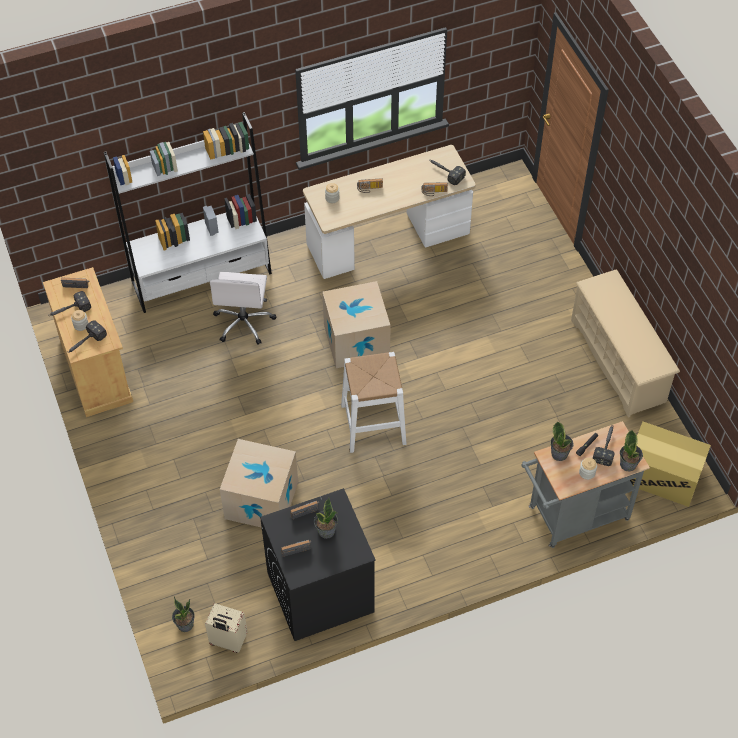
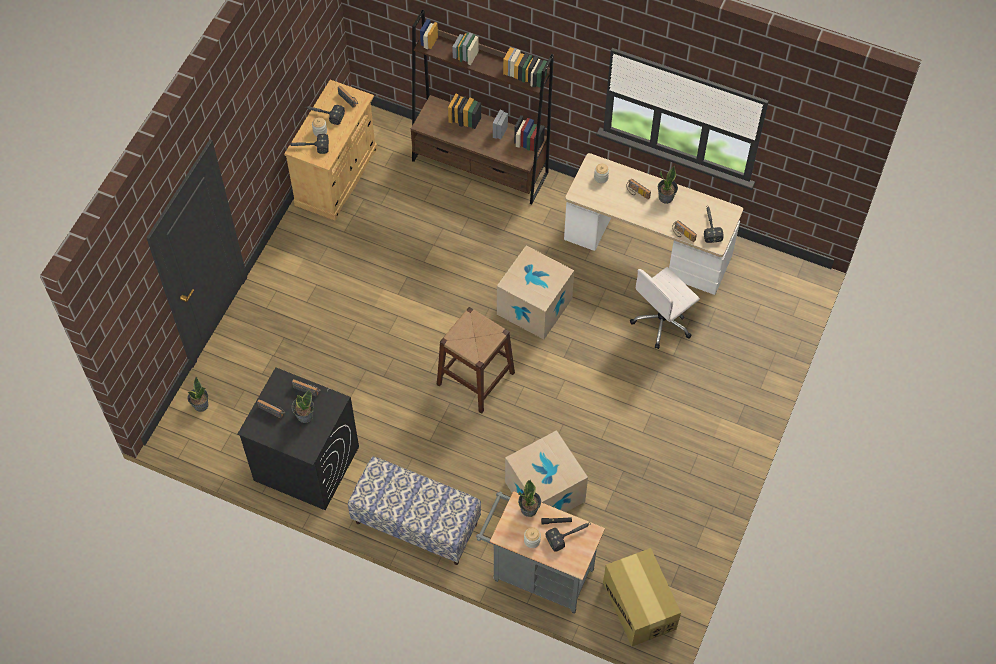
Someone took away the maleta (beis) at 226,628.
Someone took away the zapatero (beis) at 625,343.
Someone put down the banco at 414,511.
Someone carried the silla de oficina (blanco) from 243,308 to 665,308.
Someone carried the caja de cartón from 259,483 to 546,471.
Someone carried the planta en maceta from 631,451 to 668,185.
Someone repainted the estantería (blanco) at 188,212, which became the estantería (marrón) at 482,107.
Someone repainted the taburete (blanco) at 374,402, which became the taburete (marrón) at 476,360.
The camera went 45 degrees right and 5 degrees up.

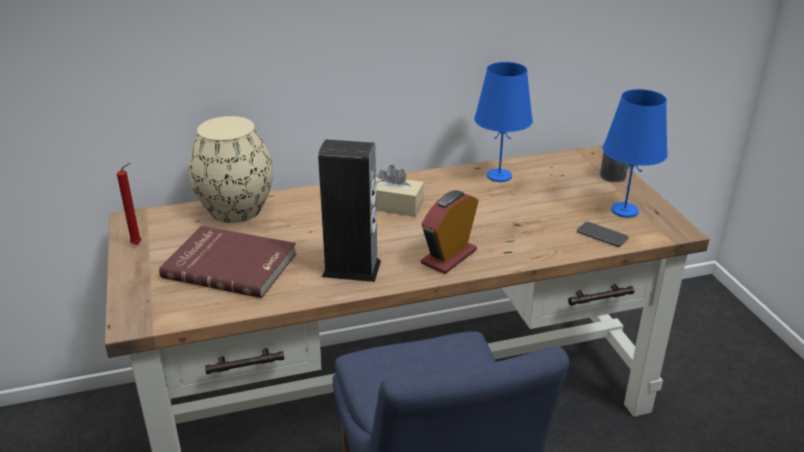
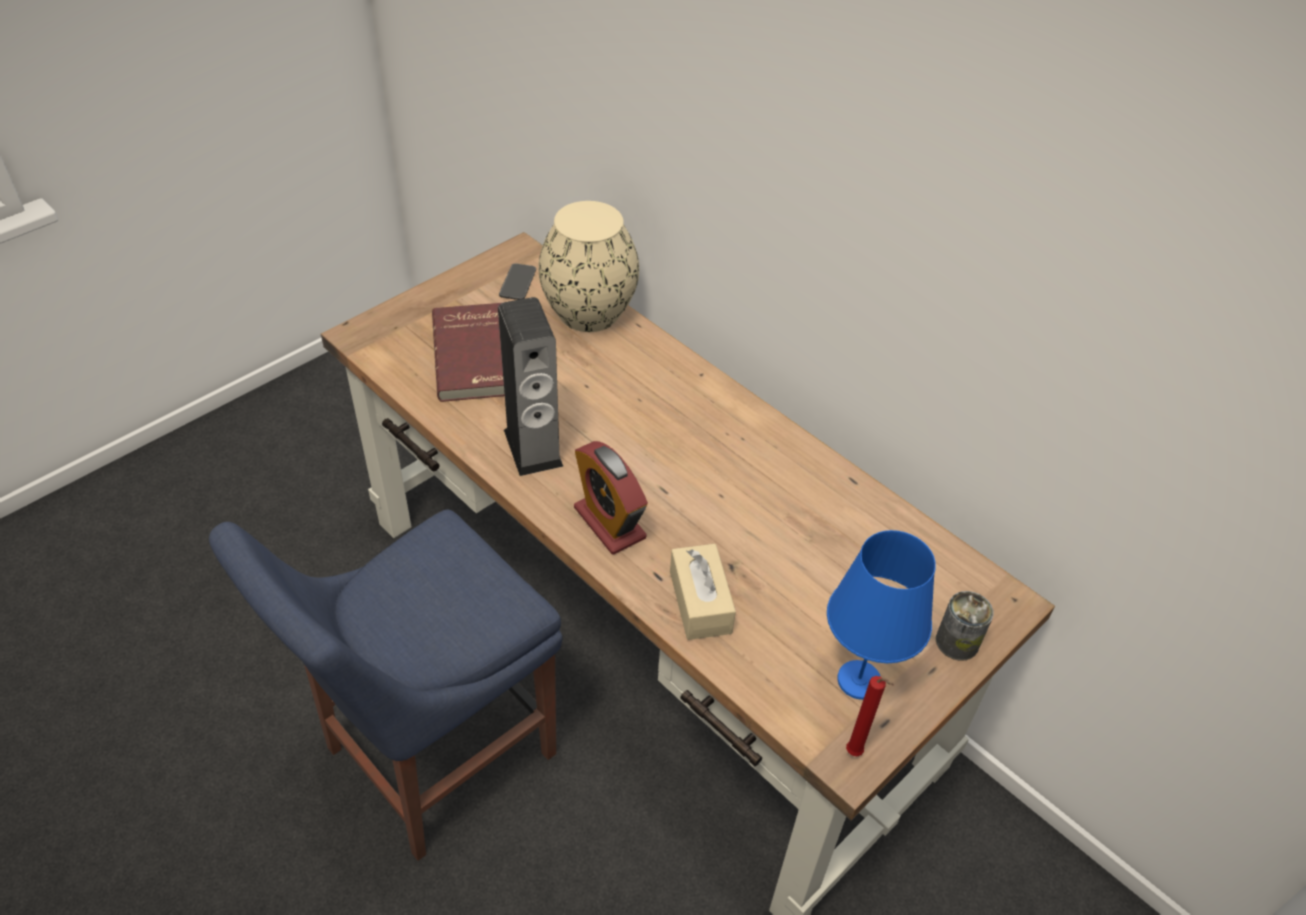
Someone took away the lámpara de mesa (azul) at 503,122.
Someone carried the vela (rojo) from 129,204 to 870,716.
Someone carried the caja de pañuelos (beis) from 400,191 to 703,592.
Someone carried the móvil from 603,234 to 517,281.
Someone rotated the despertador at 450,232 by 135 degrees counterclockwise.
The camera went 60 degrees right and 15 degrees up.

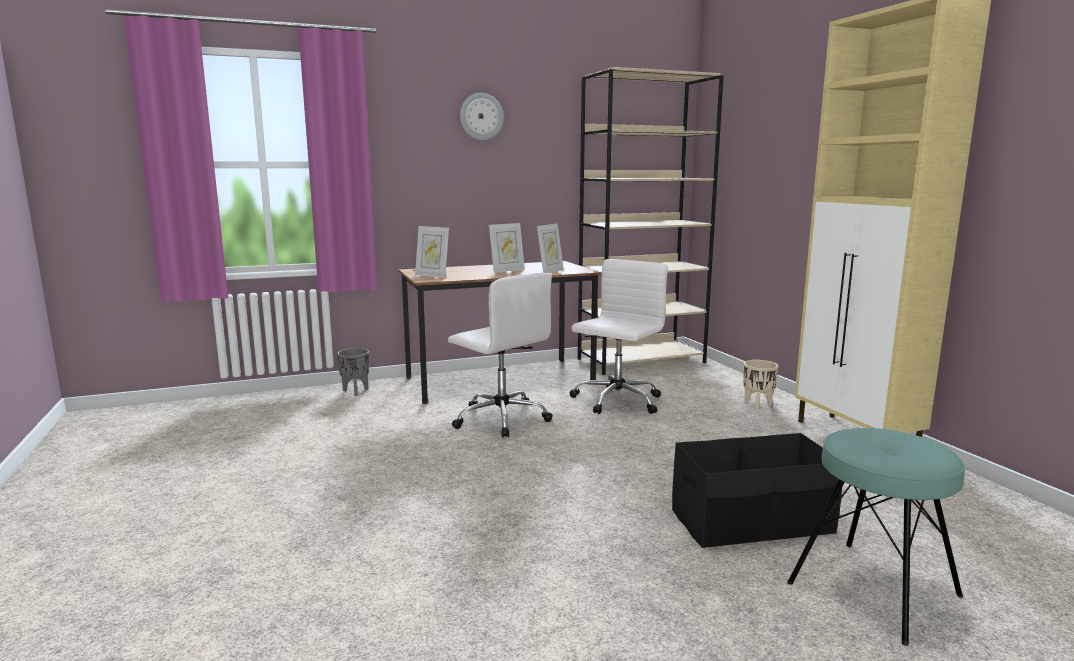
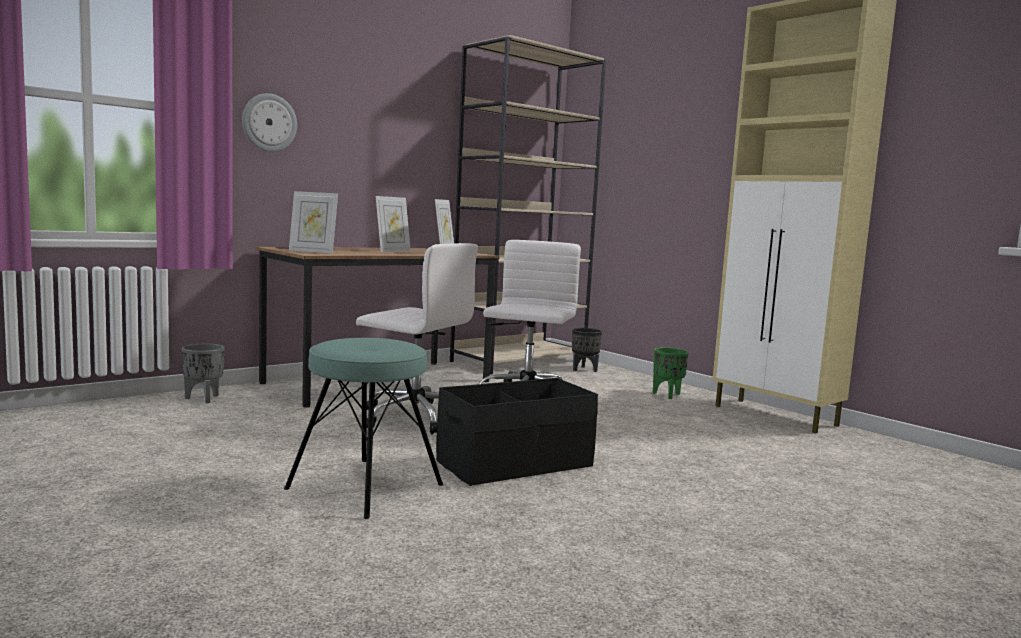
Someone put down the maceta (negro) at 587,350.
Someone carried the reloj de pared from 482,116 to 269,122.
Someone carried the caja de almacenaje (negro) from 757,490 to 517,432.
Someone carried the taburete (turquesa) from 876,537 to 363,428.
Someone repainted the maceta (beis) at 760,385, which became the maceta (verde) at 671,373.
The camera went 20 degrees left and 5 degrees down.

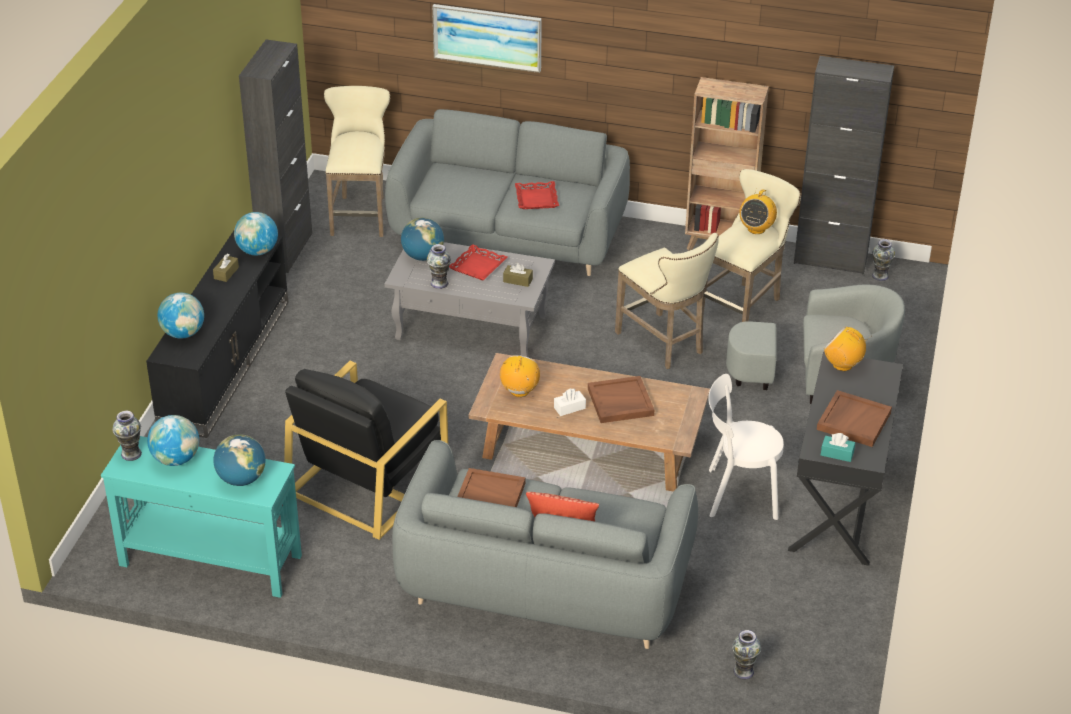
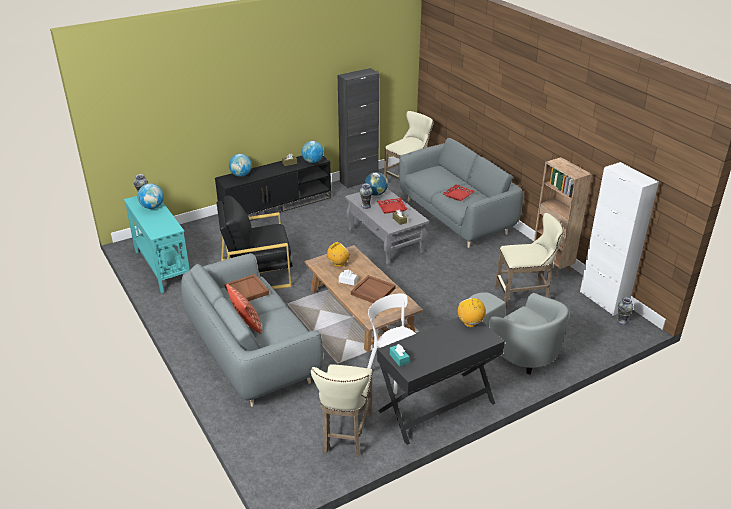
Someone took away the globo terráqueo at 239,460.
Someone took away the cuadro at 487,38.
Someone took away the florero at 746,654.
Someone took away the radio at 758,211.
Someone took away the bandeja (marrón) at 854,418.
Someone carried the taburete (beis) from 667,301 to 342,410.
Someone repainted the armario (negro) at 844,165, which became the armario (blanco) at 619,239.
The camera went 45 degrees right and 5 degrees down.

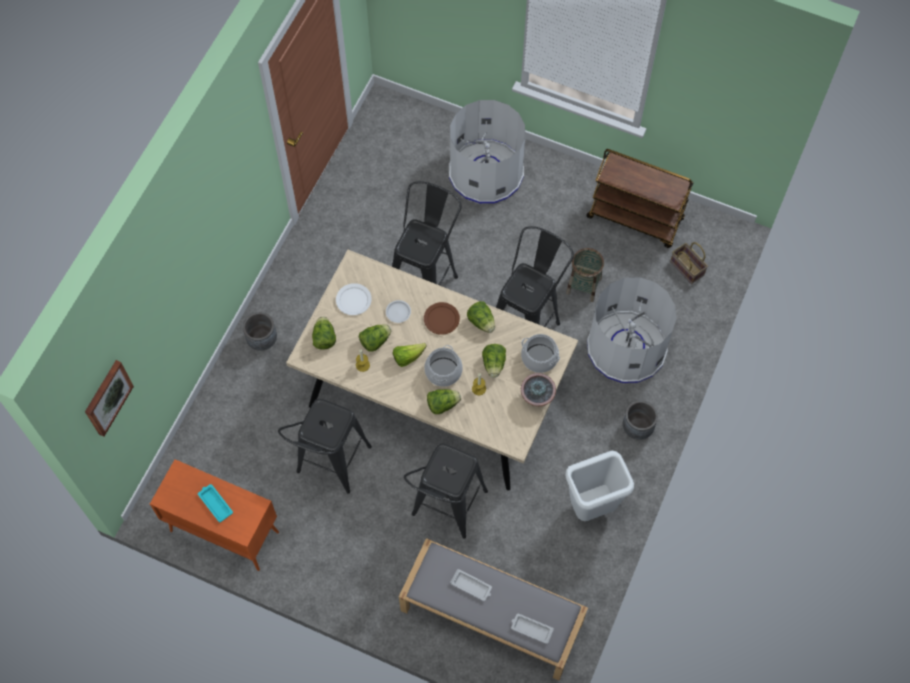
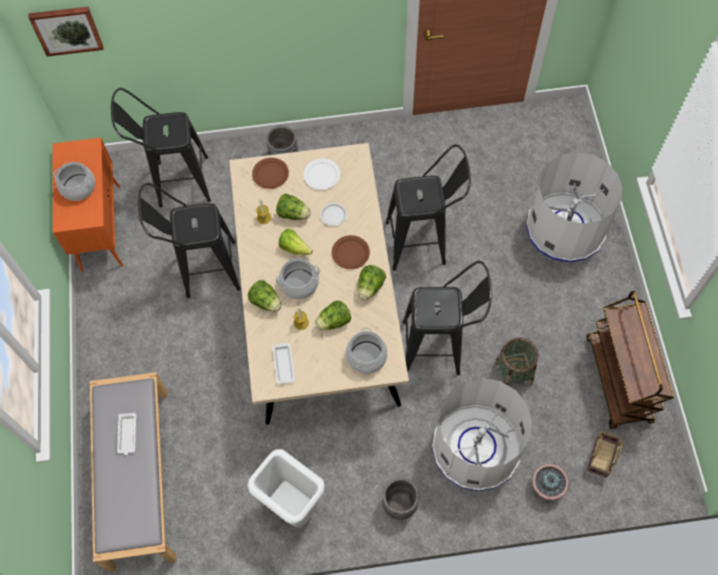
Someone carried the taburete (negro) from 446,490 to 161,147.
Someone carried the bandeja (blanco) from 532,629 to 283,364.
Someone carried the planta en maceta from 538,389 to 550,482.
Someone swapped the bandeja (turquesa) at 215,503 for the olla at 74,181.
Someone swapped the lechuga at 324,333 for the plato (marrón) at 270,173.
The camera went 60 degrees right and 0 degrees up.

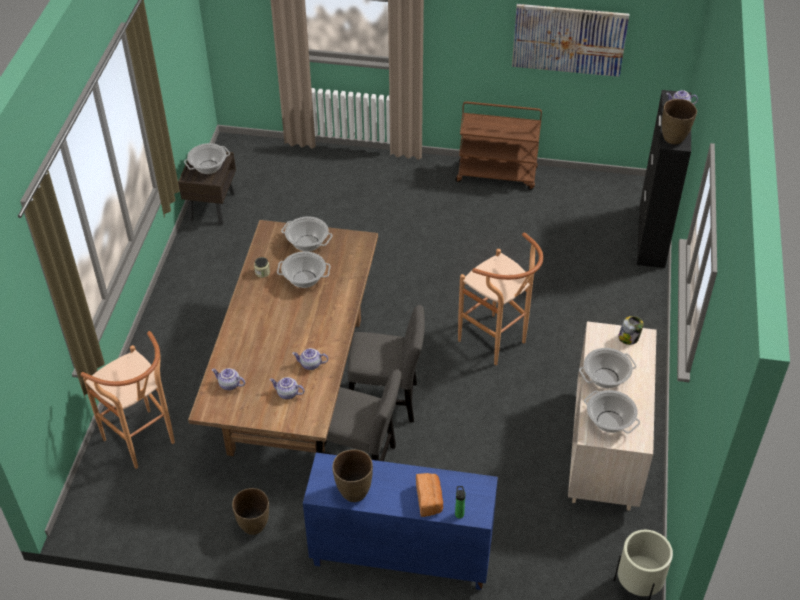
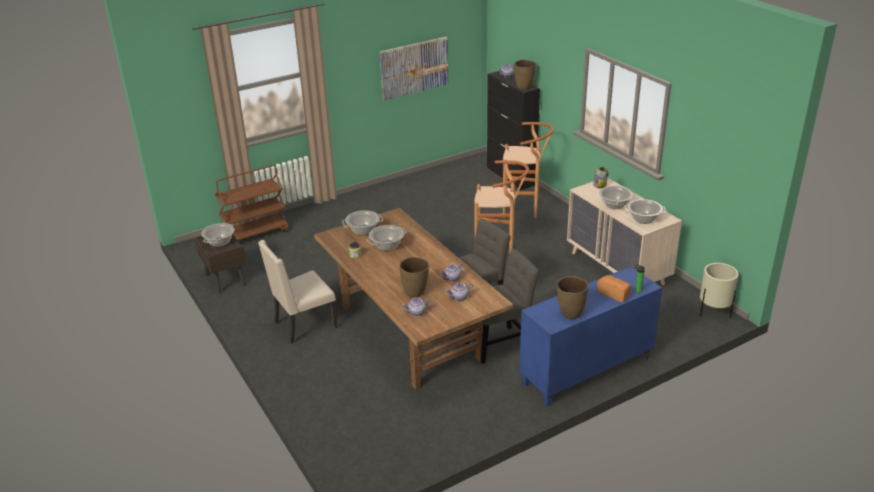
Someone put down the silla (beis) at 297,292.
Someone carried the taburete (marrón) from 128,400 to 528,170.
Someone carried the florero (marrón) from 250,511 to 414,277.
Someone carried the carrito (marrón) from 498,145 to 252,202.
The camera went 40 degrees left and 15 degrees down.

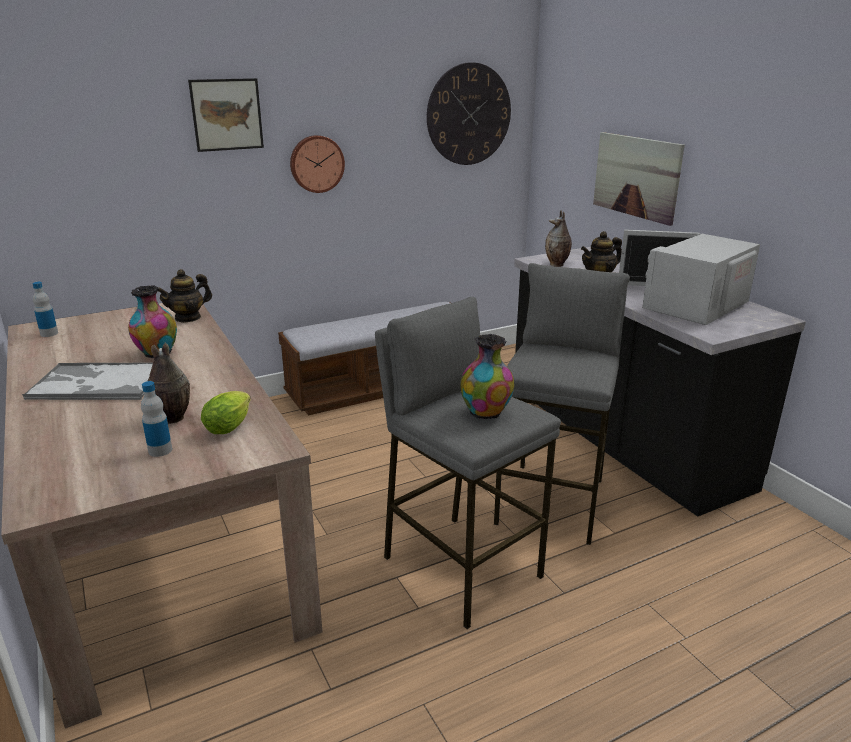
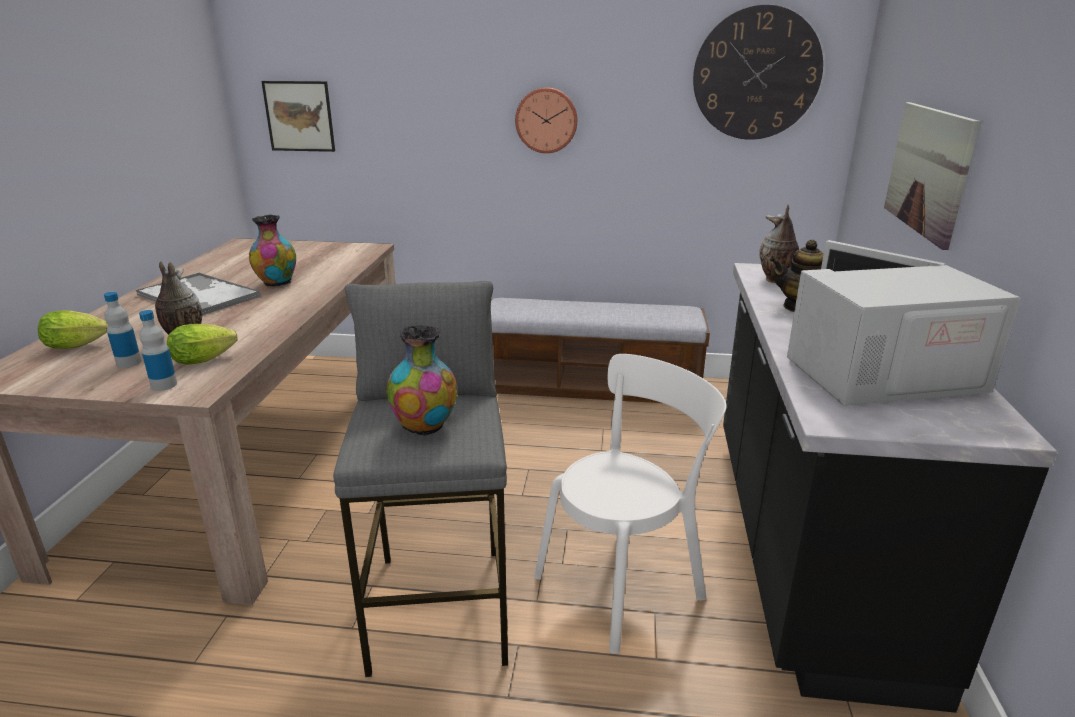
Someone took away the tetera at 184,296.
Someone put down the lechuga at 73,330.
Someone carried the botella from 45,309 to 158,350.
Someone carried the cuadro from 226,115 to 298,116.
Someone swapped the taburete (gris) at 562,404 for the silla (blanco) at 630,504.
The camera went 35 degrees right and 0 degrees up.

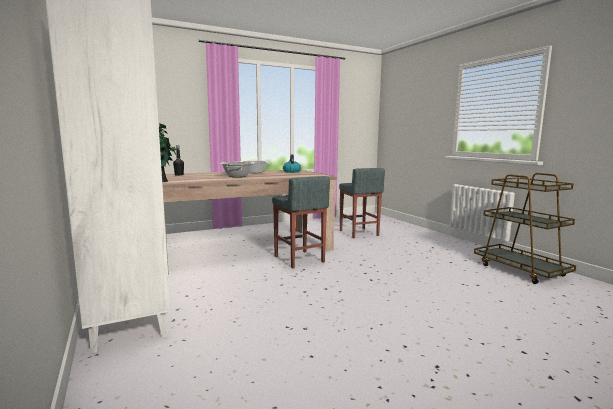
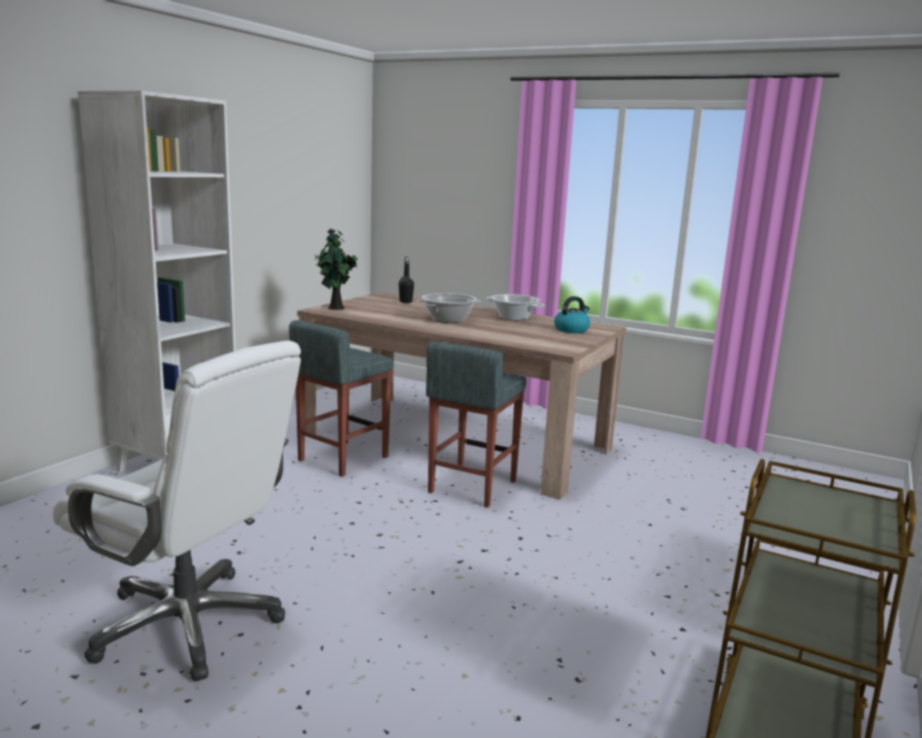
Someone put down the silla de oficina (blanco) at 177,510.
Someone carried the taburete (gris) from 362,203 to 341,398.
The camera went 55 degrees right and 5 degrees up.

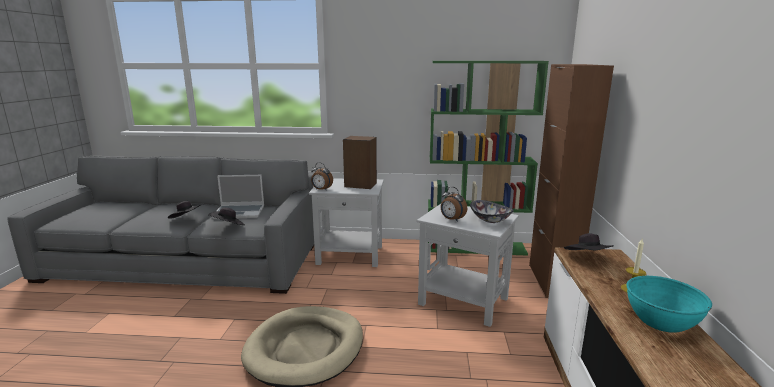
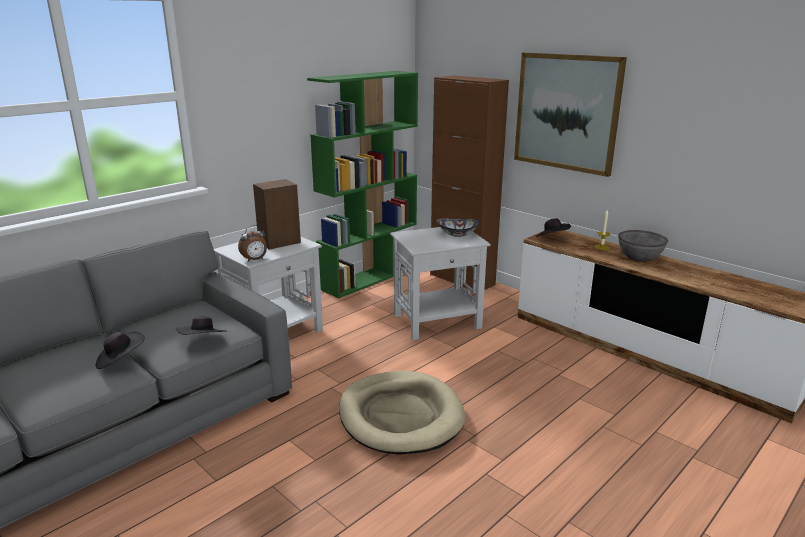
Someone took away the portátil at 238,197.
Someone took away the despertador at 454,204.
Someone put up the cuadro at 570,114.
Someone repainted the cuenco (turquesa) at 669,304, which became the cuenco (gris) at 643,246.
The camera went 50 degrees left and 5 degrees up.

